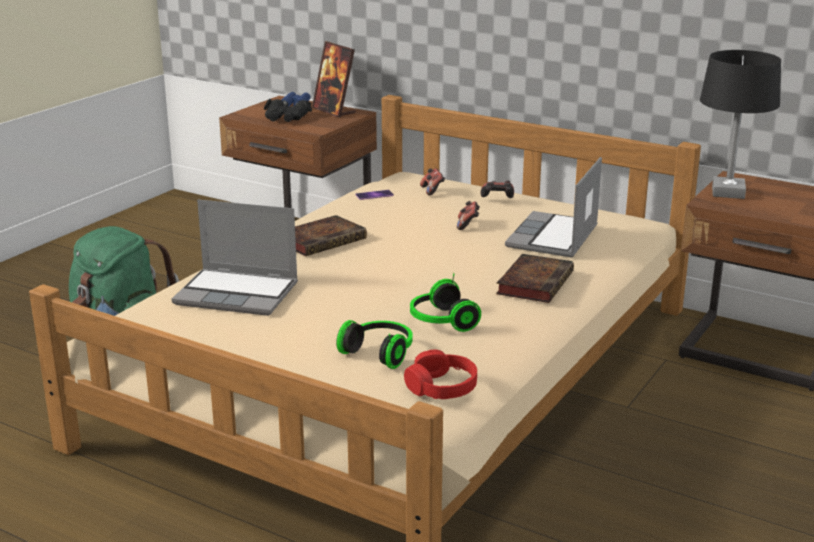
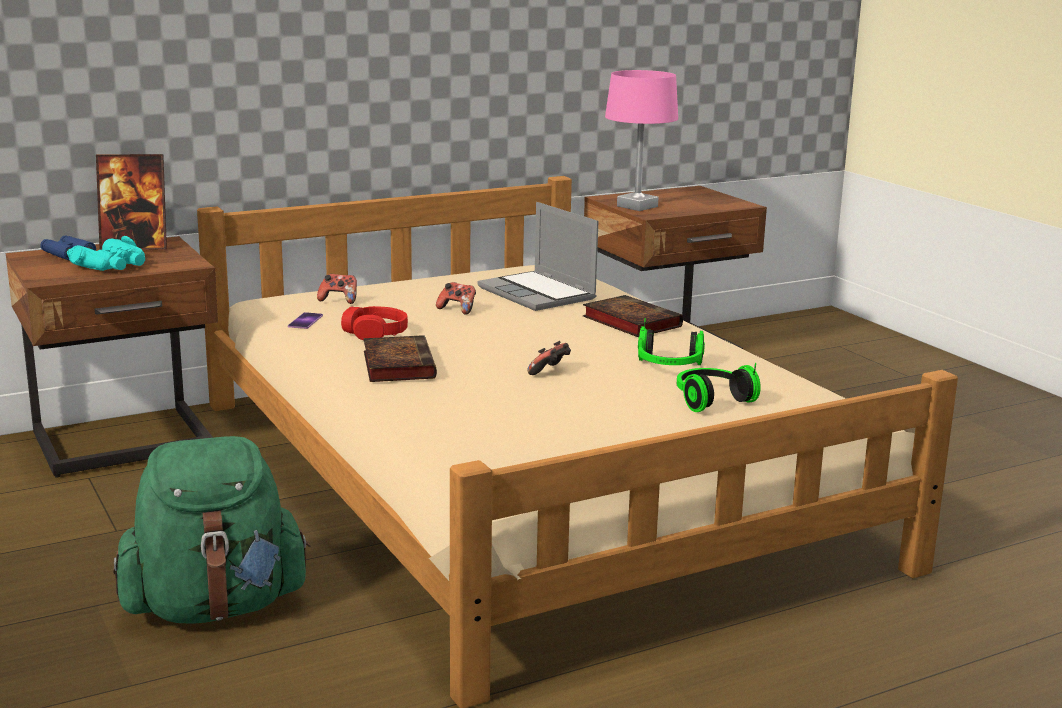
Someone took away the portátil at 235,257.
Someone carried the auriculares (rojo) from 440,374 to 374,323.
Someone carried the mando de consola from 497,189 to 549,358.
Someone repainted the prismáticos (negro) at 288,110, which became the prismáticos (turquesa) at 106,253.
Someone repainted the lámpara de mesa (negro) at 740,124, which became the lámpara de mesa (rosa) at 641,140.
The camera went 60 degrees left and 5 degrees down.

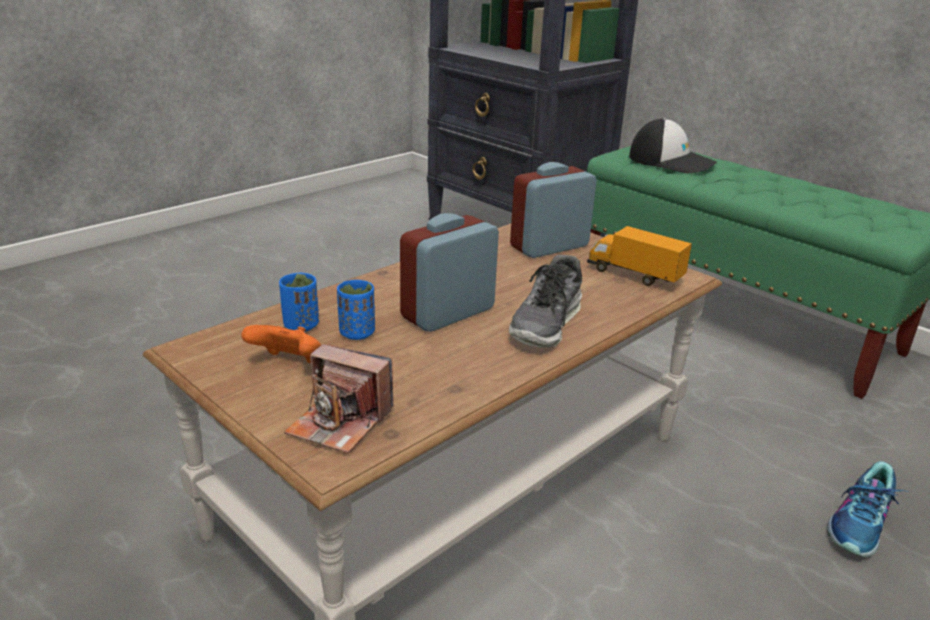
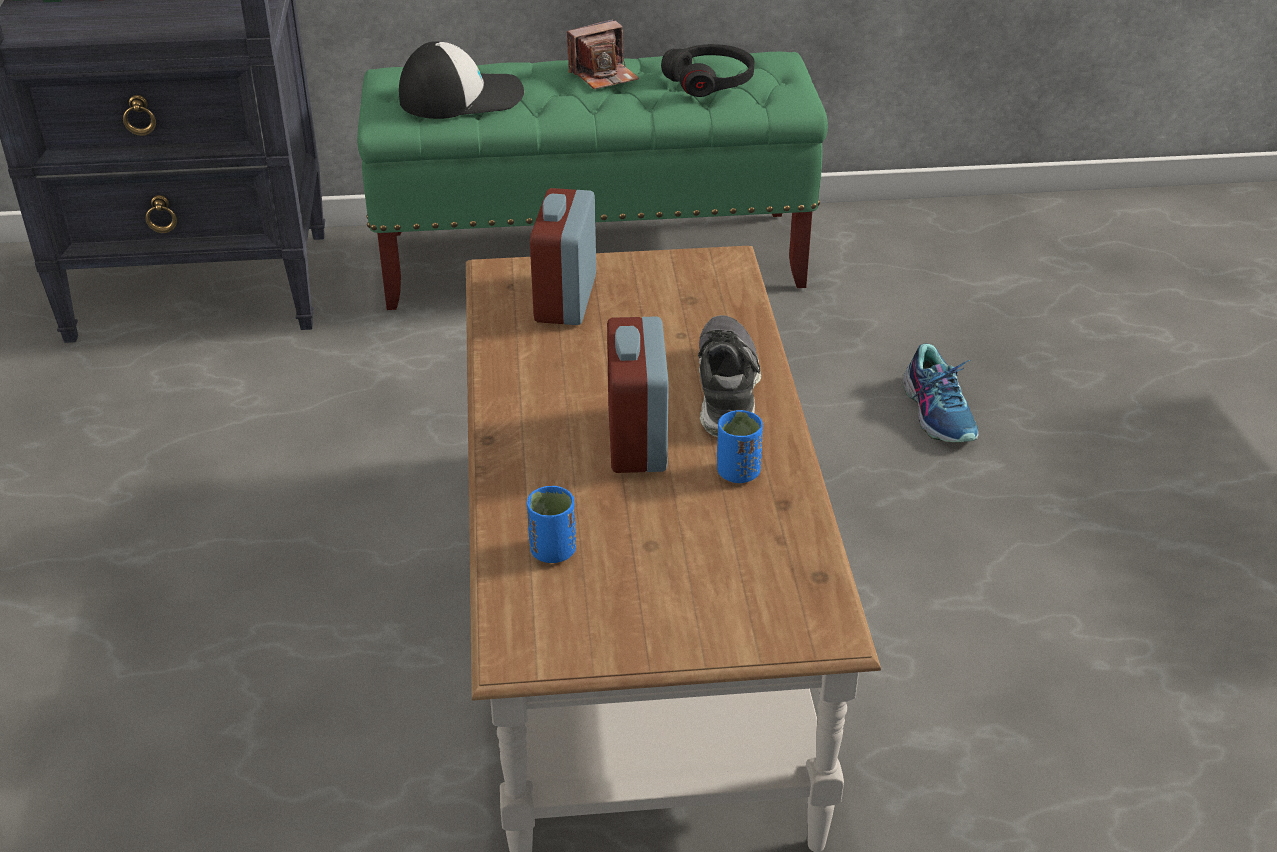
Someone took away the mando de consola (naranja) at 281,344.
Someone took away the camión de juguete at 639,256.
Someone put down the auriculares (negro) at 708,70.
Someone carried the cámara from 339,399 to 603,54.
Someone carried the taza (azul) from 356,310 to 740,446.
Someone rotated the zapato at 545,301 by 150 degrees counterclockwise.
The camera went 50 degrees left and 10 degrees up.

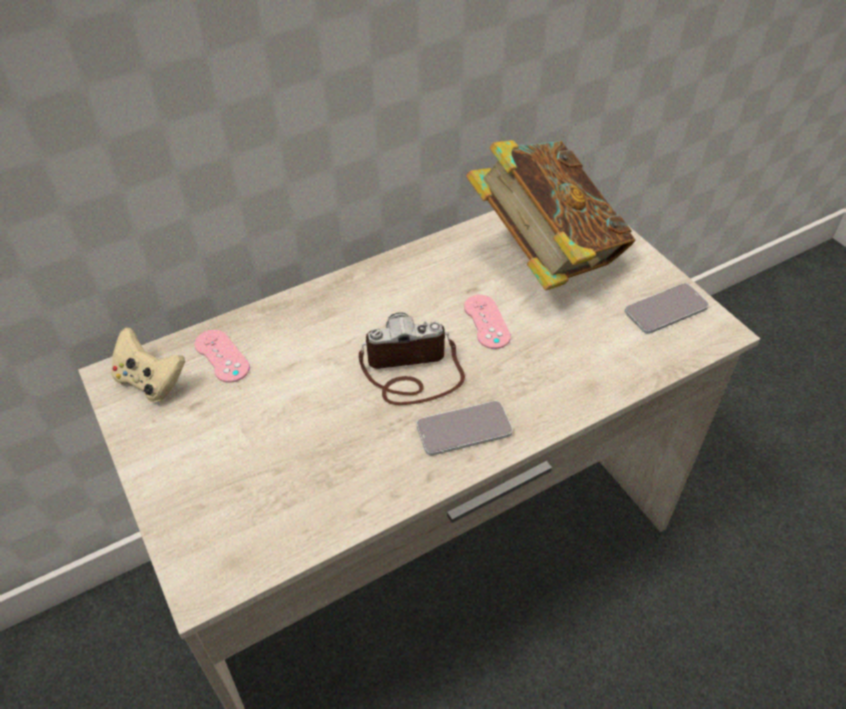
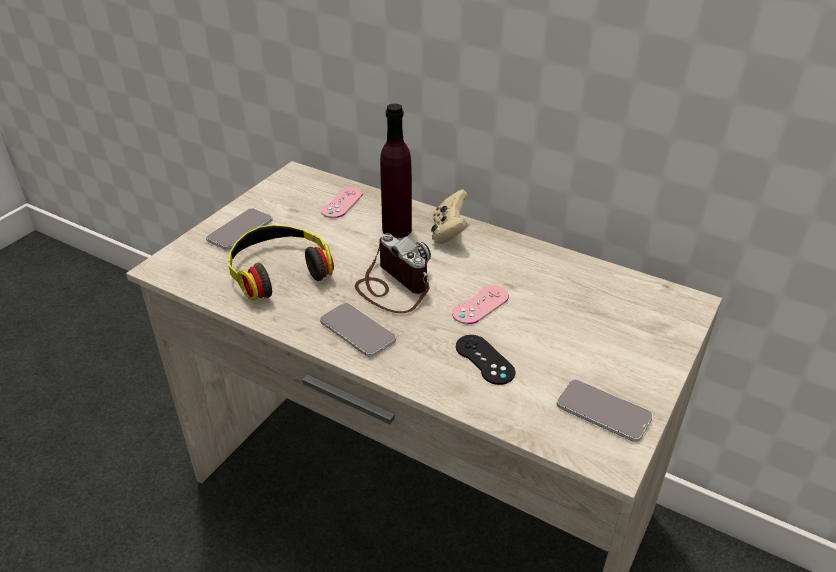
Someone took away the libro at 550,215.
Someone put down the móvil at 239,229.
Someone put down the auriculares at 281,262.
Someone put down the botella (morado) at 396,171.
Someone put down the mando de consola (negro) at 485,360.
Someone carried the mando de consola (beis) from 148,365 to 449,217.
The camera went 60 degrees right and 10 degrees down.

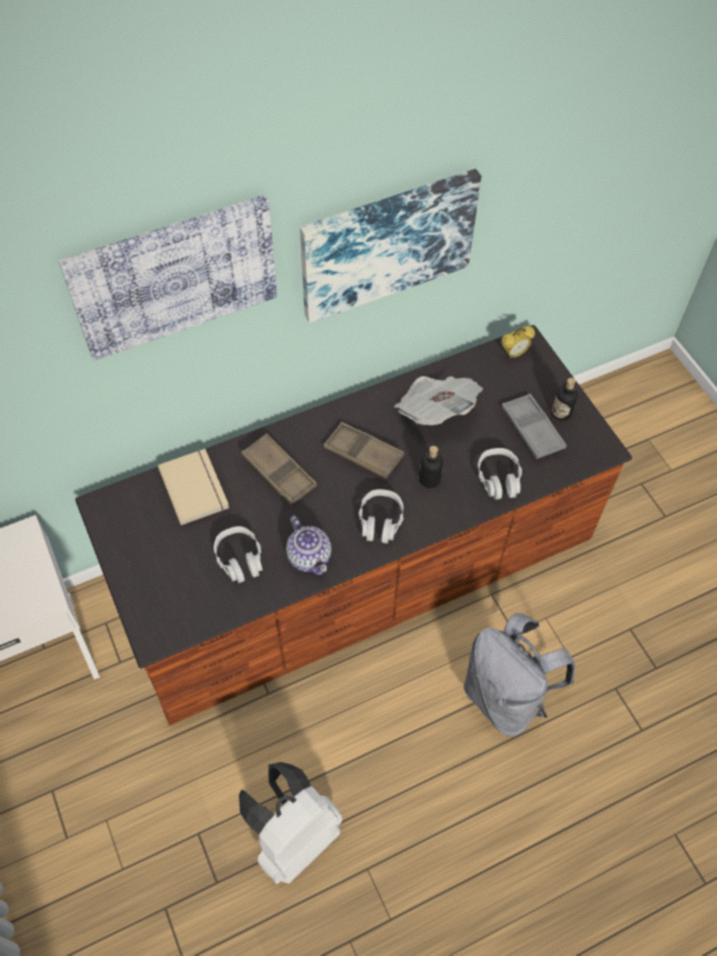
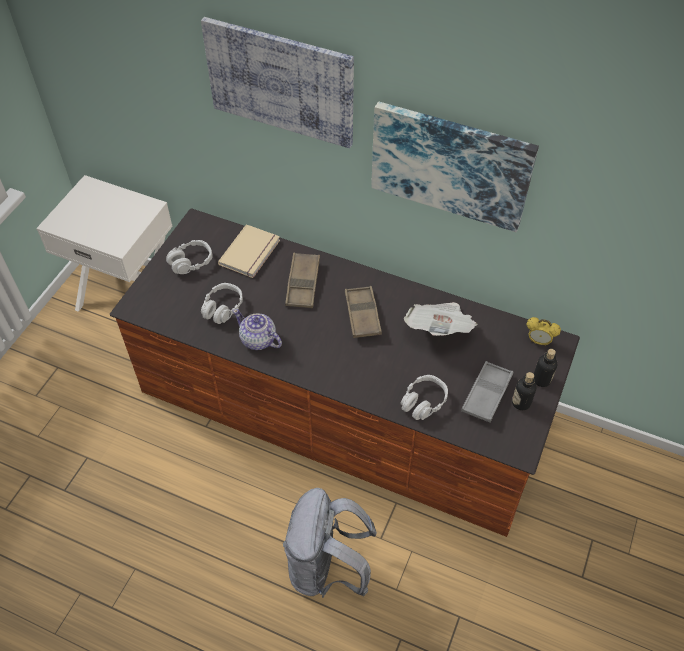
Someone took away the mochila (blanco) at 290,823.
Someone carried the auriculares (gris) from 381,516 to 189,257.
Someone carried the botella from 431,467 to 546,368.
Someone rotated the tetera at 308,545 by 105 degrees clockwise.
The camera went 50 degrees right and 5 degrees down.

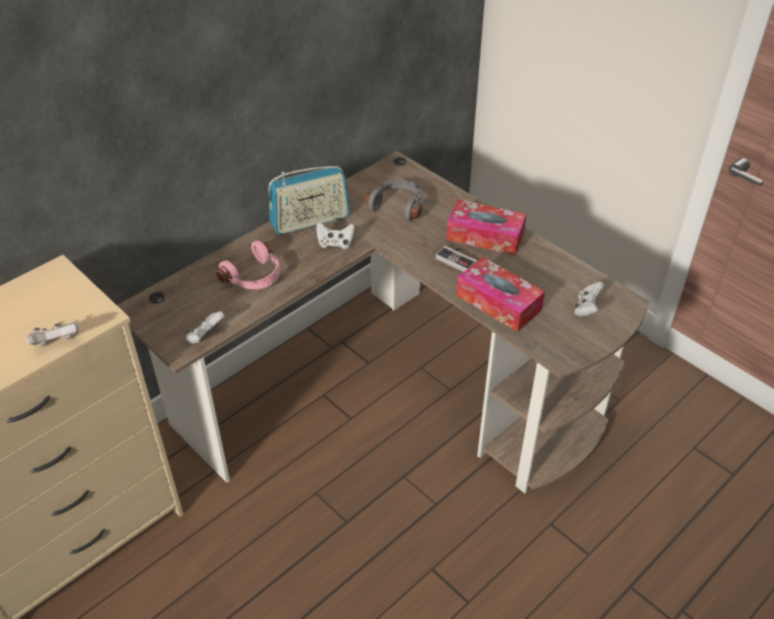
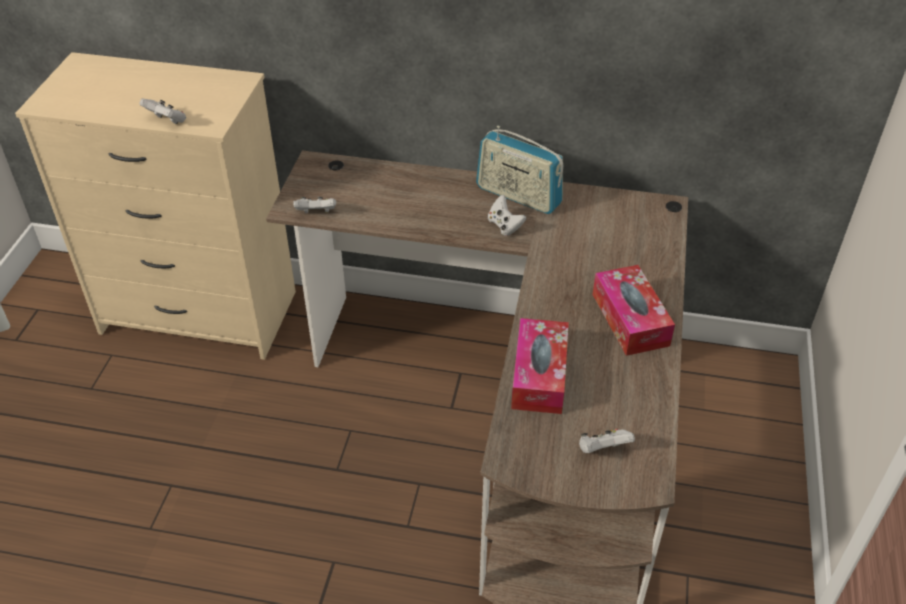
Someone took away the auriculares (rosa) at 248,264.
Someone took away the auriculares (gris) at 394,200.
Someone took away the mando de consola at 456,259.
The camera went 55 degrees right and 0 degrees up.

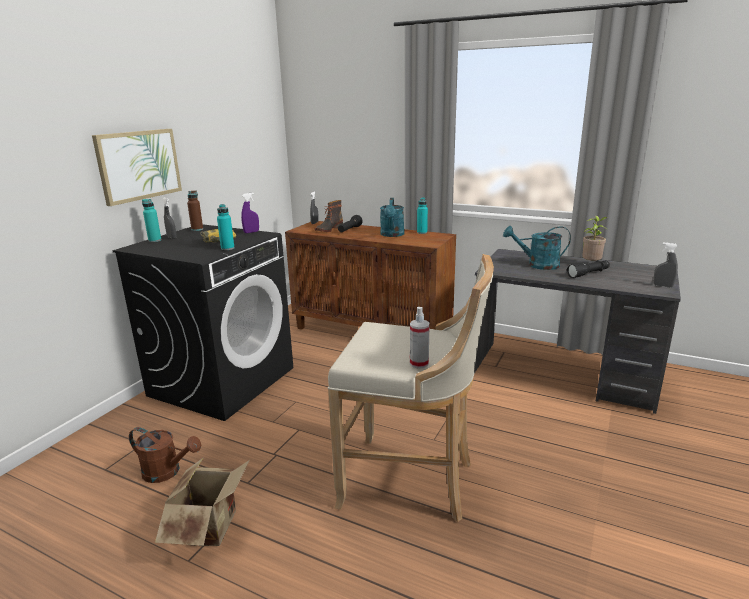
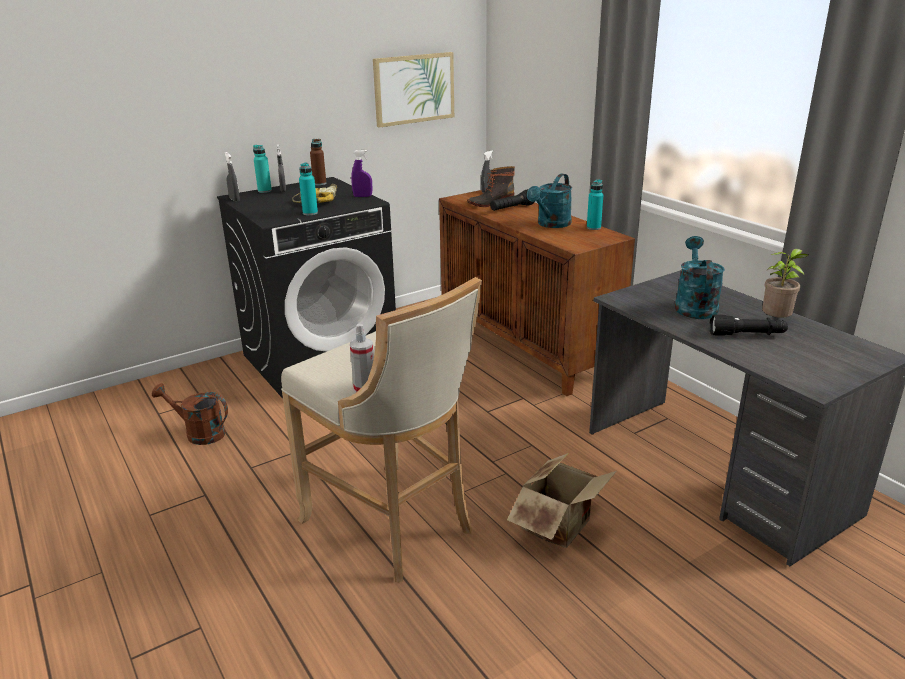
Someone carried the cuadro from 137,167 to 413,90.
Someone carried the caja de cartón from 202,501 to 562,500.
Someone carried the pulverizador (gris) from 665,264 to 232,176.
Someone rotated the regadera (marrón) at 165,455 by 150 degrees clockwise.
Someone rotated the regadera (turquesa) at 537,248 by 60 degrees clockwise.
The camera went 30 degrees right and 5 degrees up.

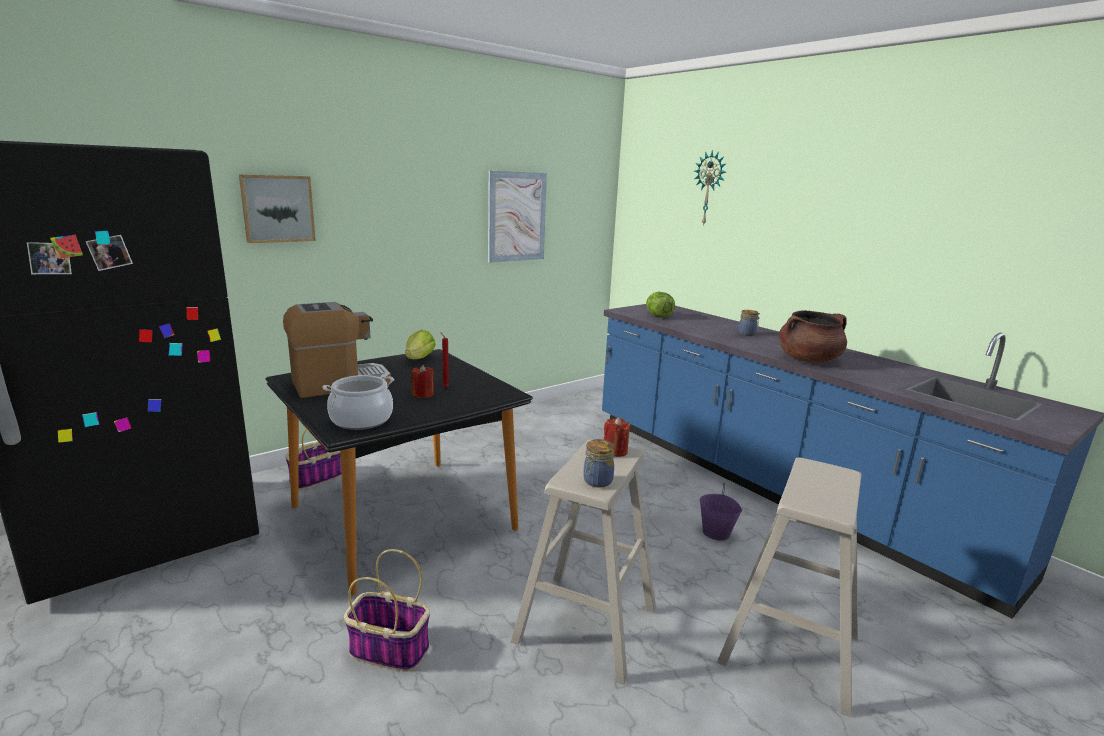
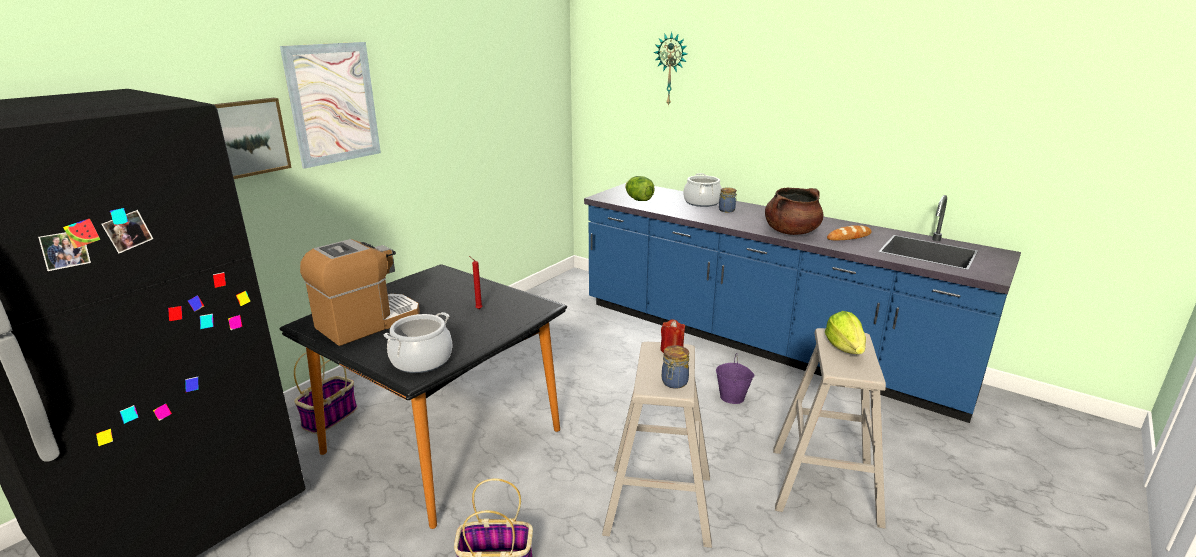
Someone took away the vela (rojo) at 422,381.
Someone put down the olla at 702,190.
Someone put down the pan at 849,232.
Someone carried the lechuga from 420,344 to 845,332.
Someone carried the cuadro from 517,217 to 330,105.
The camera went 15 degrees left and 5 degrees up.

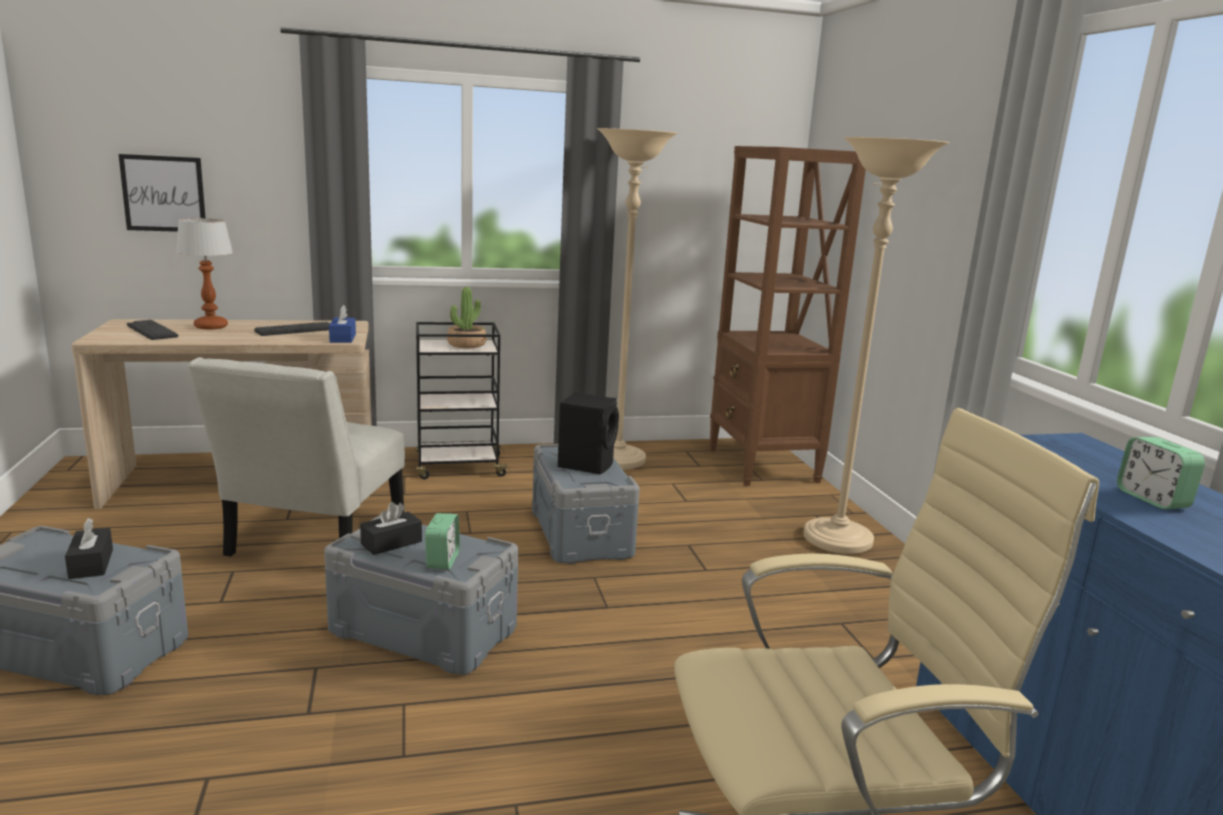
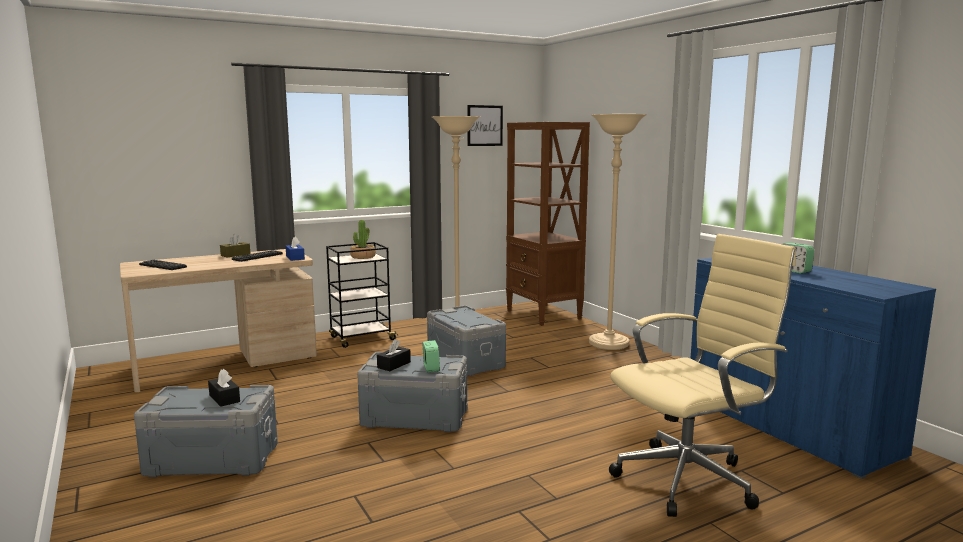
Someone took away the lámpara de mesa at 204,273.
Someone took away the silla (blanco) at 296,456.
Someone took away the altavoz (negro) at 588,434.
Someone put down the caja de pañuelos (marrón) at 235,245.
Someone carried the cuadro from 162,193 to 485,125.
The camera went 15 degrees left and 5 degrees down.

